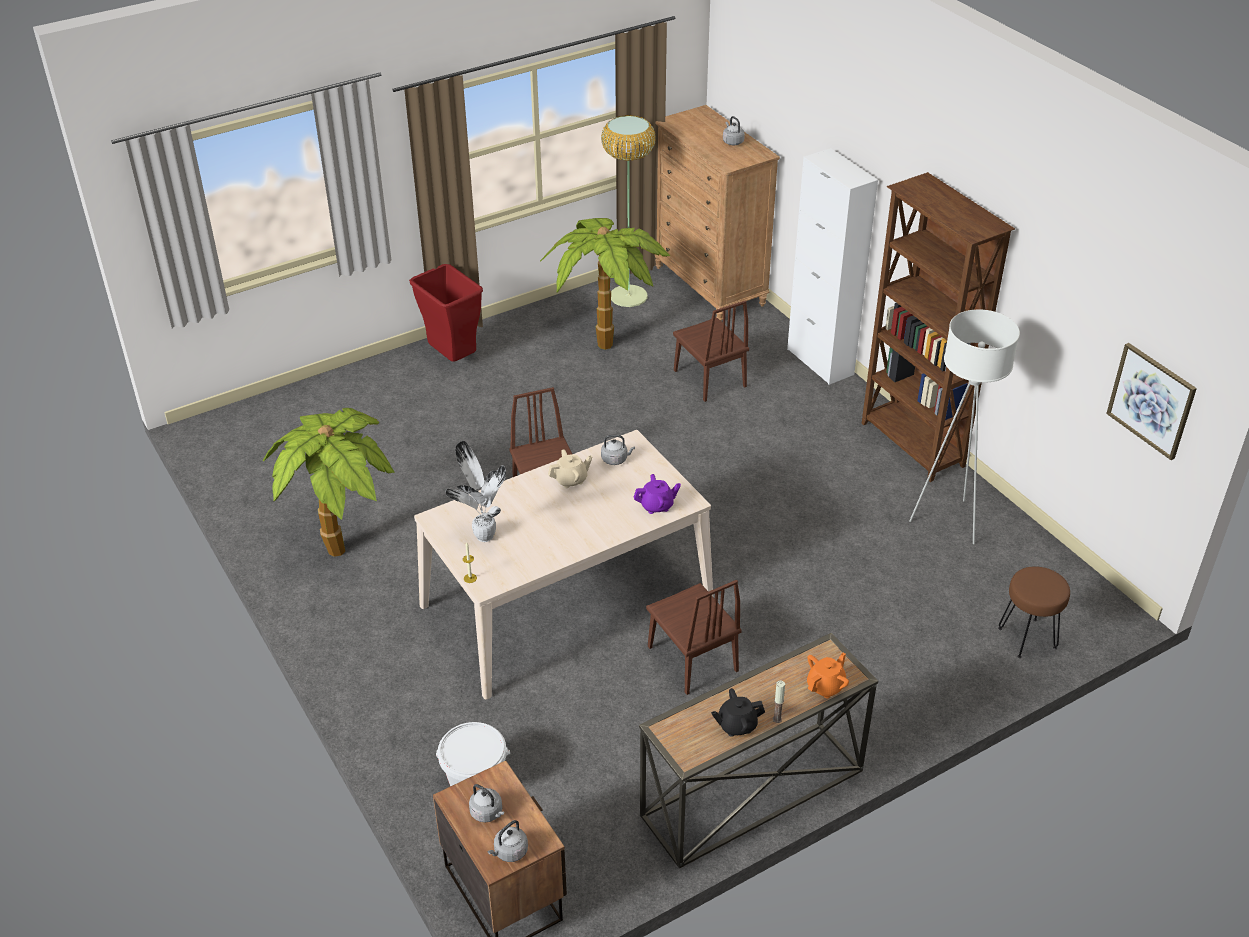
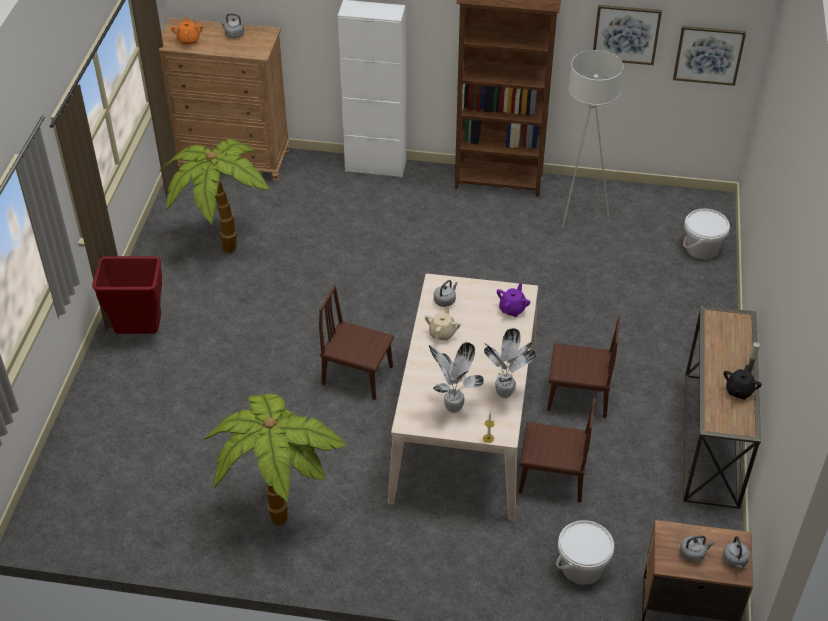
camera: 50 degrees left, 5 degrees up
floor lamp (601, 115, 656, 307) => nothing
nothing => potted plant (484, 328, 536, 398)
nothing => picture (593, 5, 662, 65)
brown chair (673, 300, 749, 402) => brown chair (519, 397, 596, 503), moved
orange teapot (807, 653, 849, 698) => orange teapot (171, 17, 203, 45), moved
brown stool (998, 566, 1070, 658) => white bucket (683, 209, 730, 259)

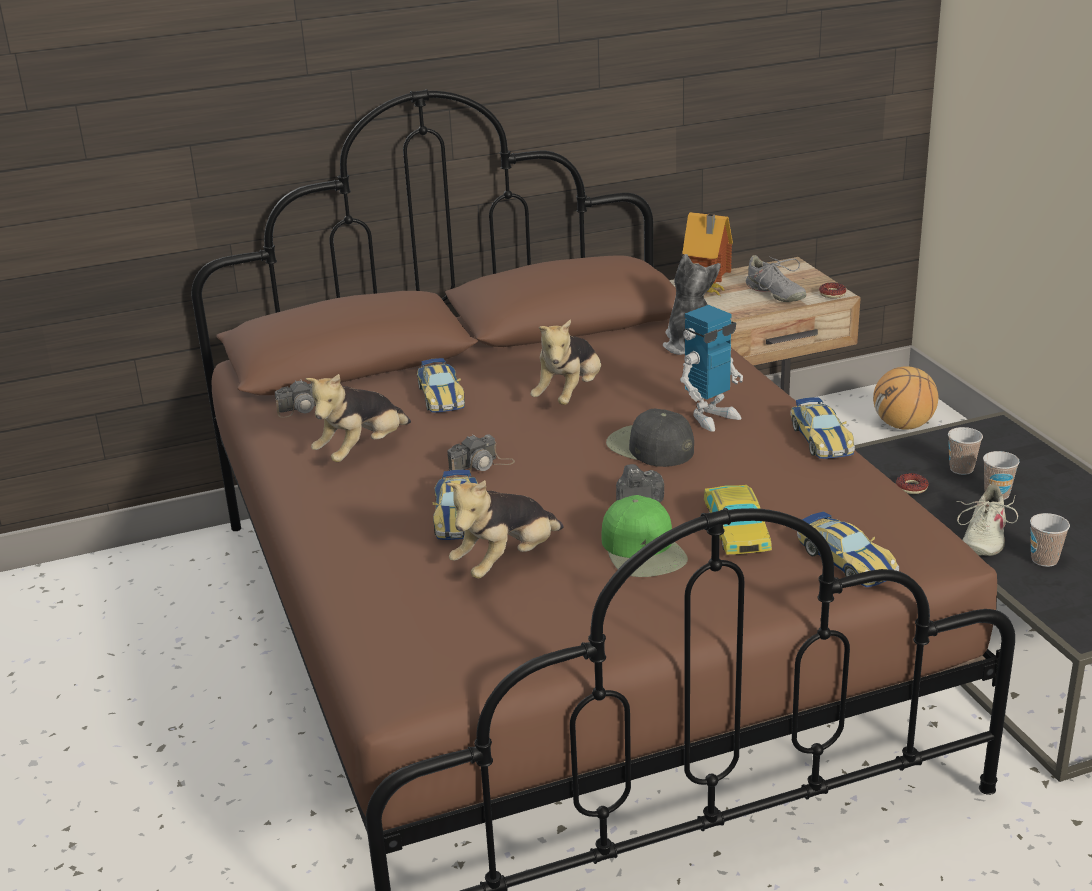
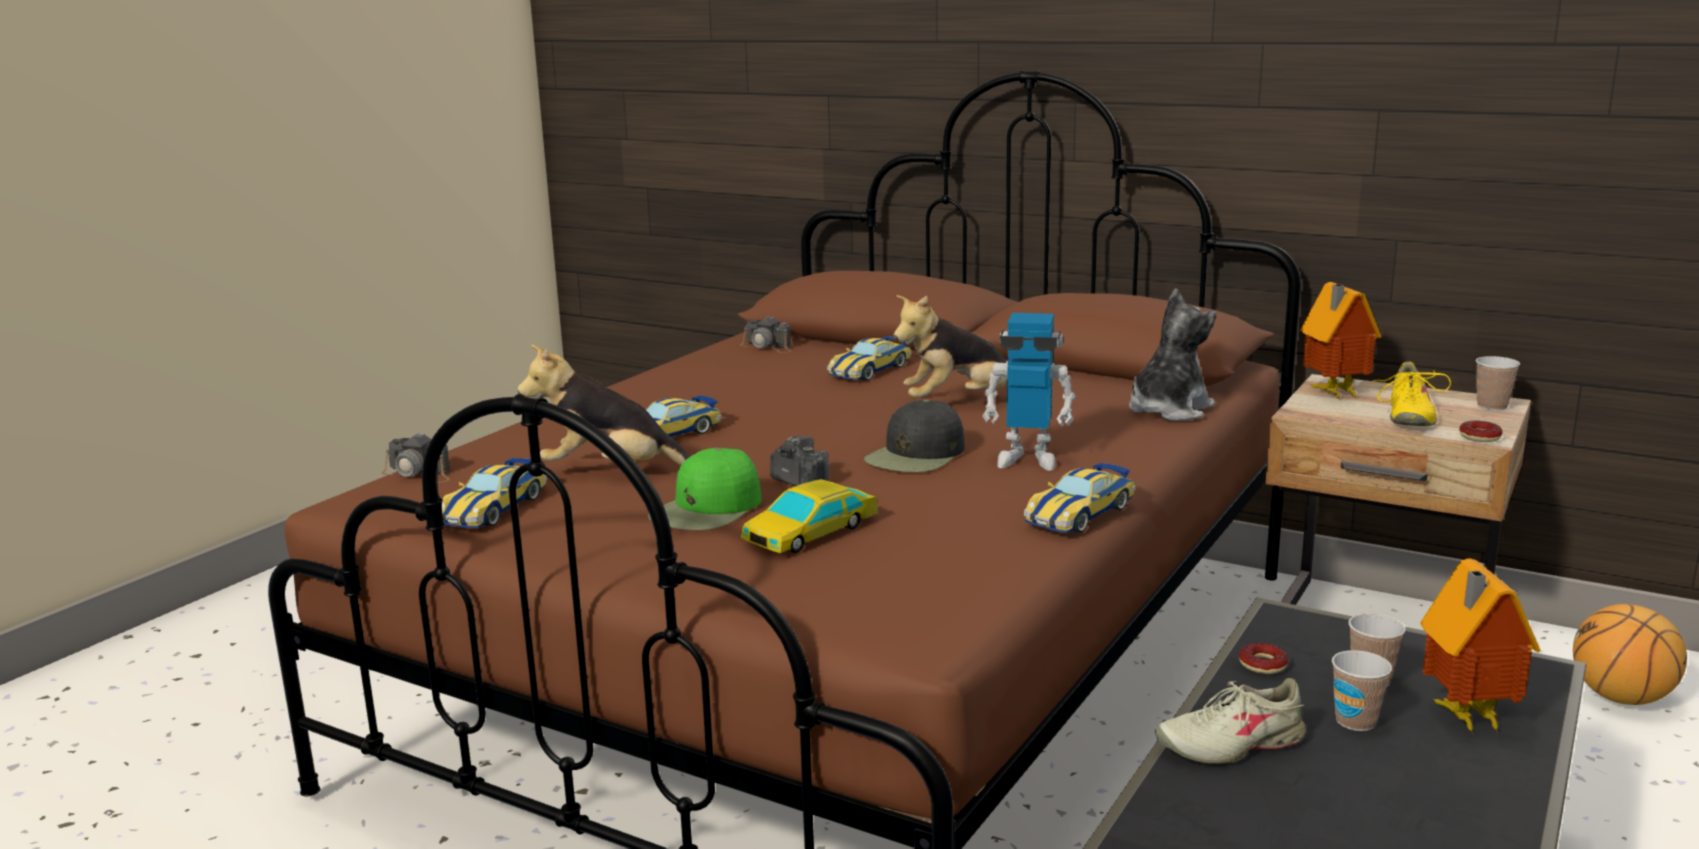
camera: 50 degrees right, 10 degrees down
plush toy (305, 374, 411, 462) => nothing
nothing => toy house (1420, 558, 1541, 735)
photo camera (447, 434, 515, 477) => photo camera (382, 433, 451, 483), moved
toy car (797, 512, 899, 587) => toy car (442, 458, 547, 528), moved
cup (1030, 513, 1070, 567) => cup (1476, 356, 1520, 411), moved
grey shoe (745, 255, 807, 302) => yellow shoe (1370, 362, 1451, 426)
black cap (606, 408, 694, 467) => black cap (864, 400, 964, 472), 150 degrees counterclockwise

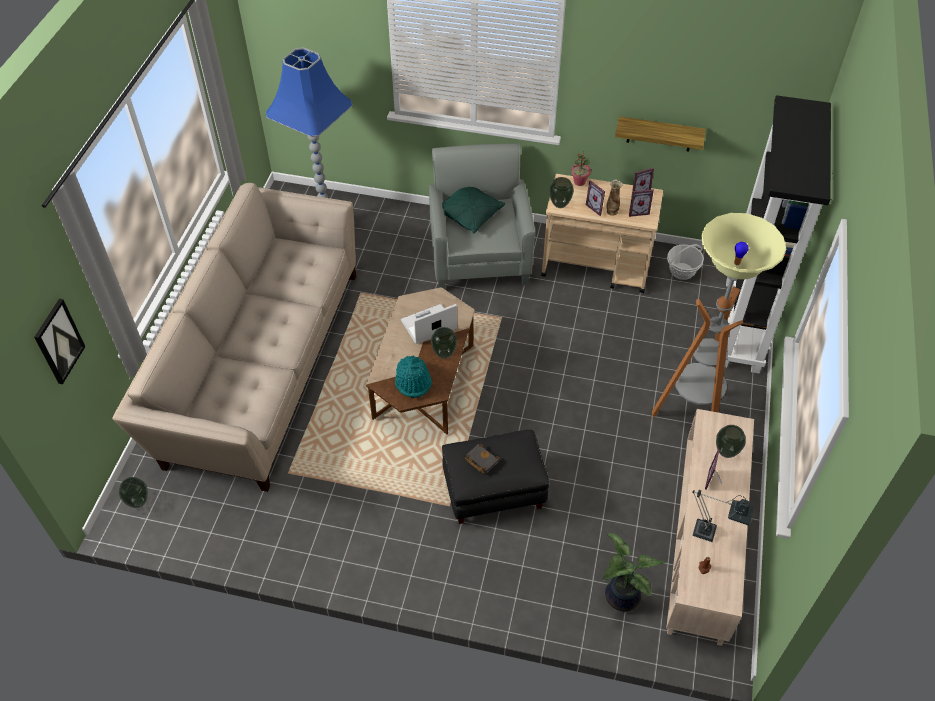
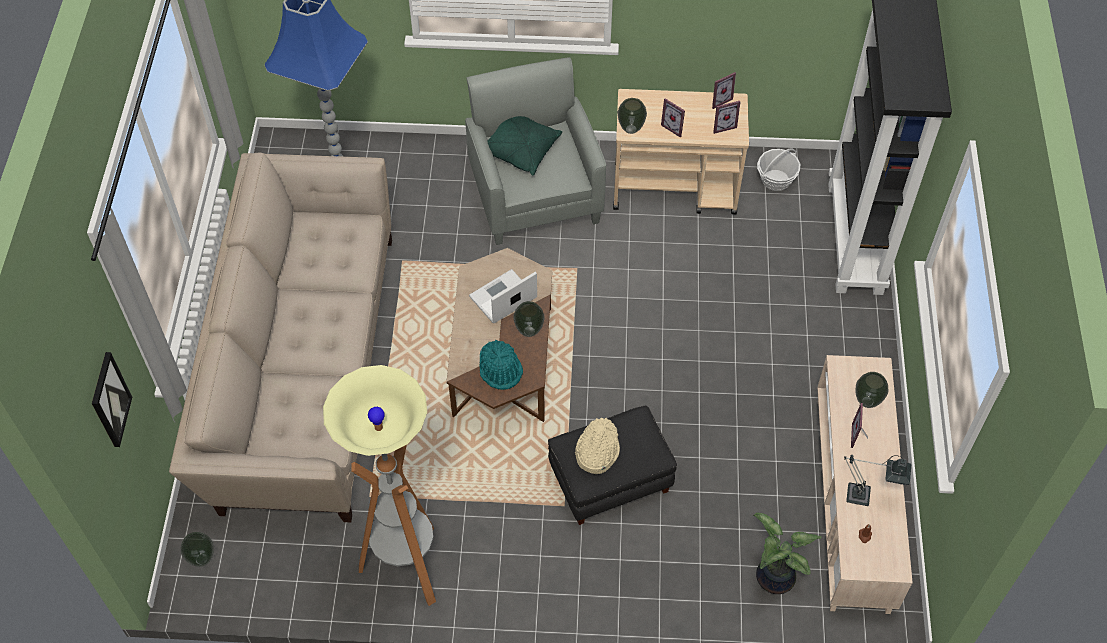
camera: 10 degrees left, 5 degrees up
potted plant (571, 150, 591, 186) => nothing
vase (606, 180, 623, 216) => nothing
shelf (615, 116, 706, 152) => nothing
floor lamp (652, 213, 786, 417) => floor lamp (323, 365, 436, 606), moved
black book (465, 444, 500, 474) => beige hat (575, 418, 620, 474)

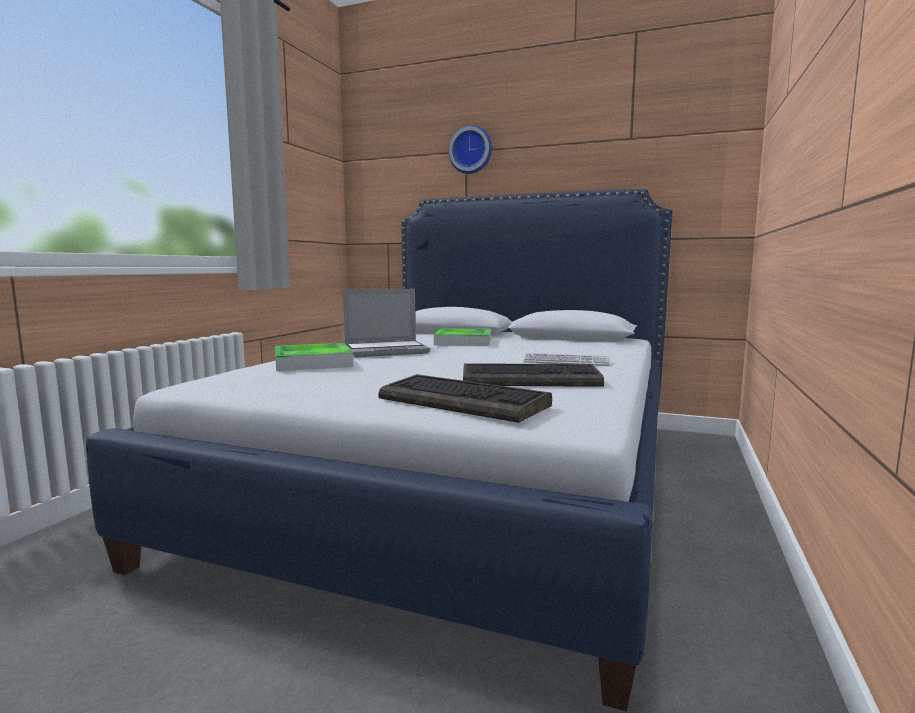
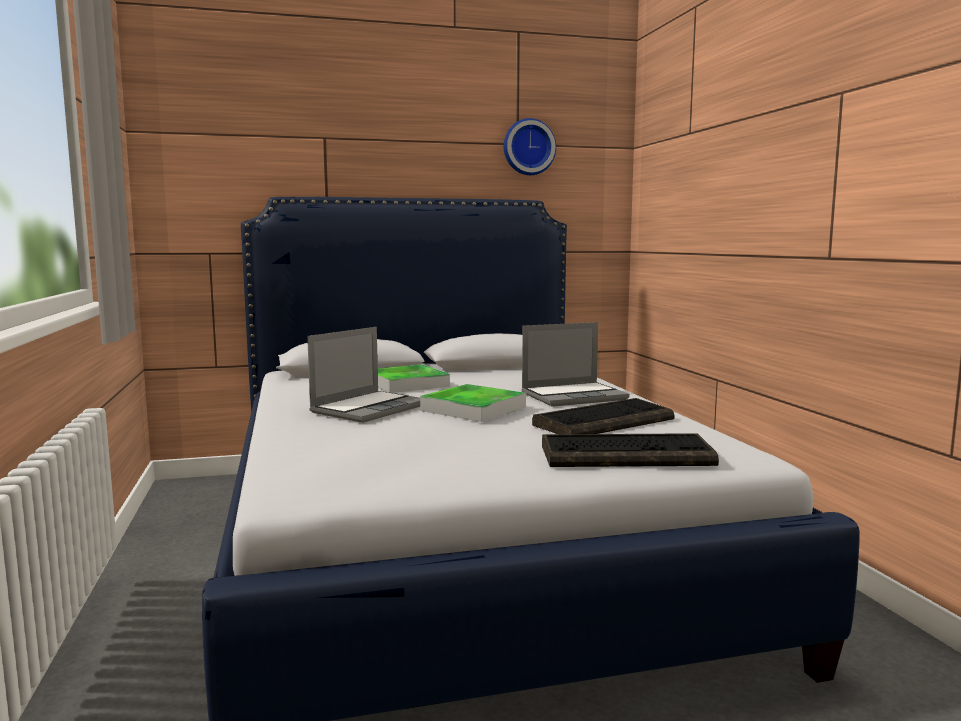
camera: 35 degrees left, 0 degrees up
tray (275, 343, 353, 371) => tray (420, 384, 526, 422), moved
wall clock (448, 125, 492, 174) => wall clock (504, 118, 556, 175), moved
keyboard (523, 353, 610, 366) => laptop (521, 322, 630, 407)

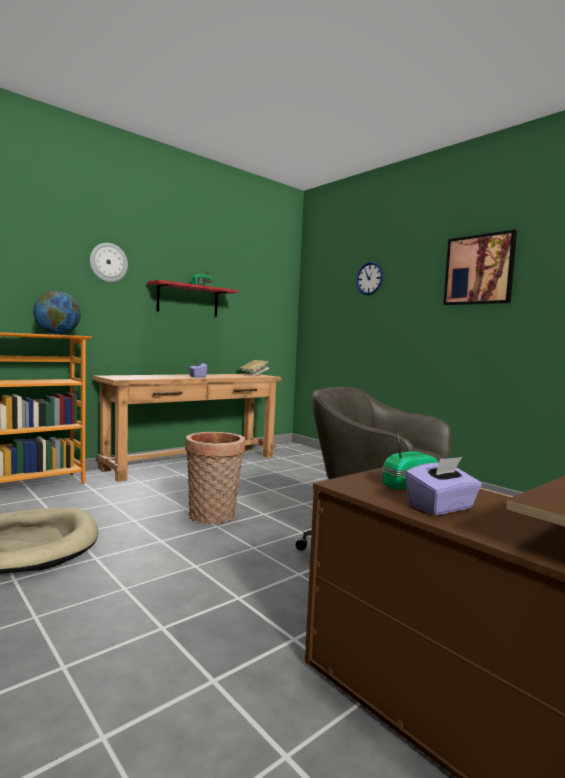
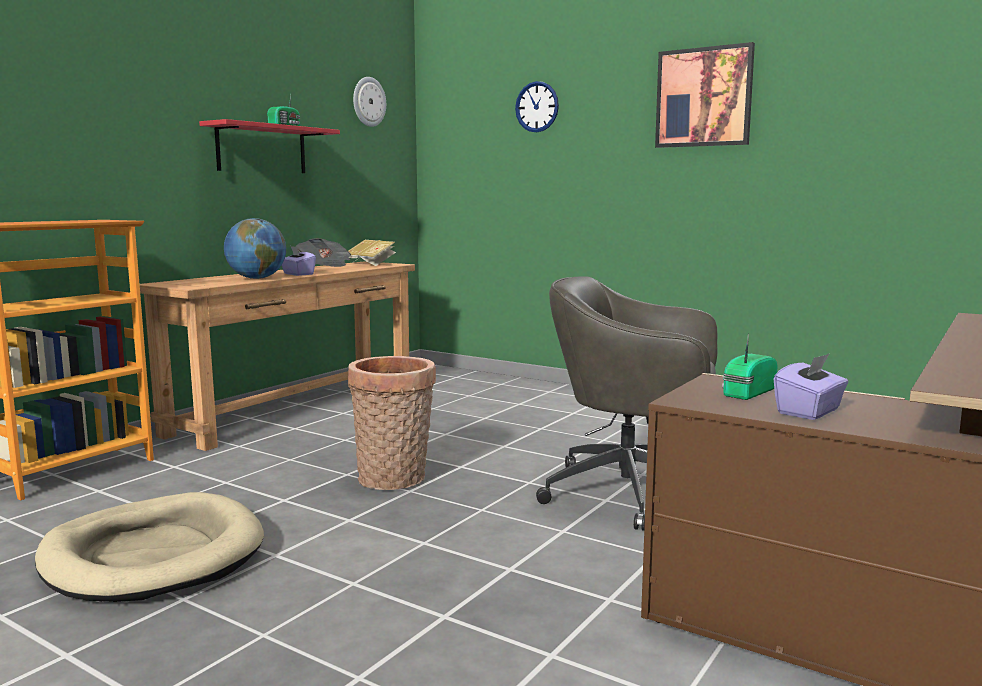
camera: 15 degrees left, 5 degrees up
nothing => newspaper (295, 238, 351, 267)
globe (33, 291, 81, 335) => globe (224, 218, 286, 279), moved
wall clock (90, 243, 128, 282) => wall clock (353, 77, 386, 127), moved

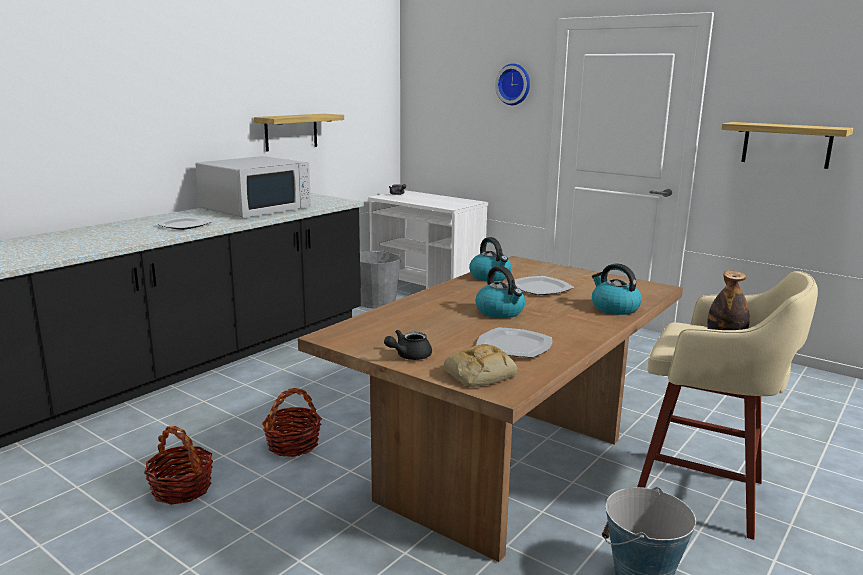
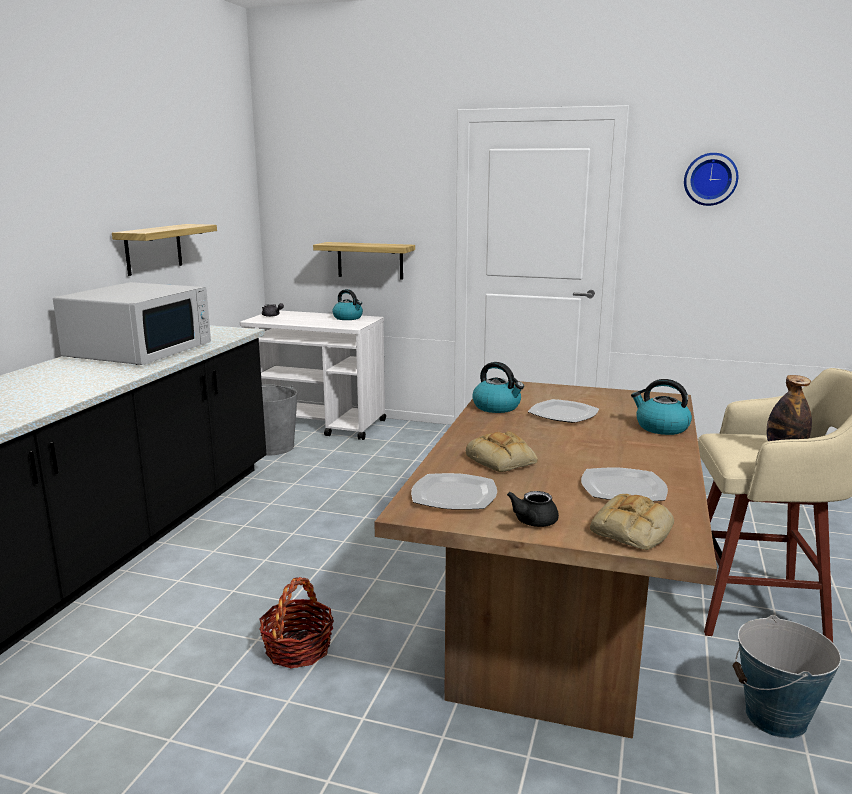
camera: 20 degrees left, 0 degrees up
basket (144, 426, 213, 505) => nothing
nothing => bread (466, 431, 538, 472)
plate (156, 217, 212, 230) => plate (411, 473, 497, 510), moved
kettle (476, 266, 525, 318) => kettle (332, 289, 363, 320), moved
wall clock (495, 64, 530, 105) => wall clock (684, 153, 738, 206), moved
shelf (721, 122, 853, 169) => shelf (313, 242, 415, 280), moved

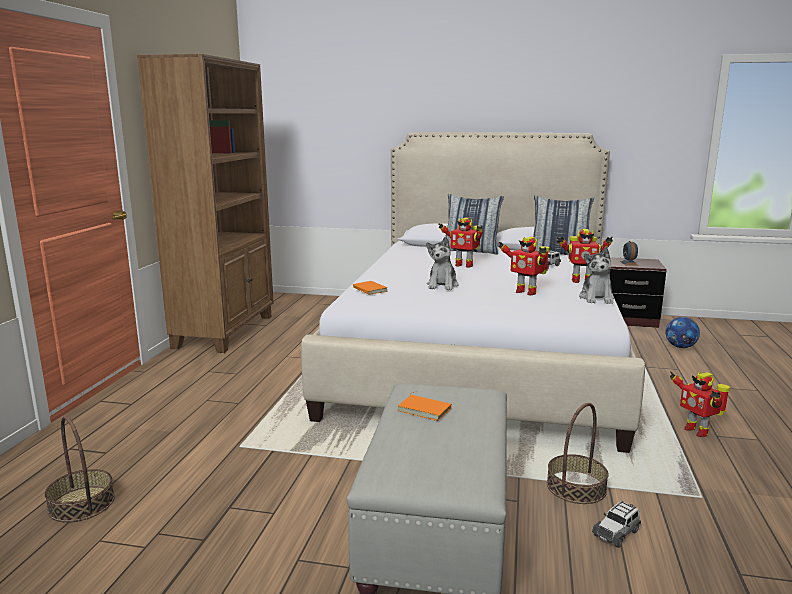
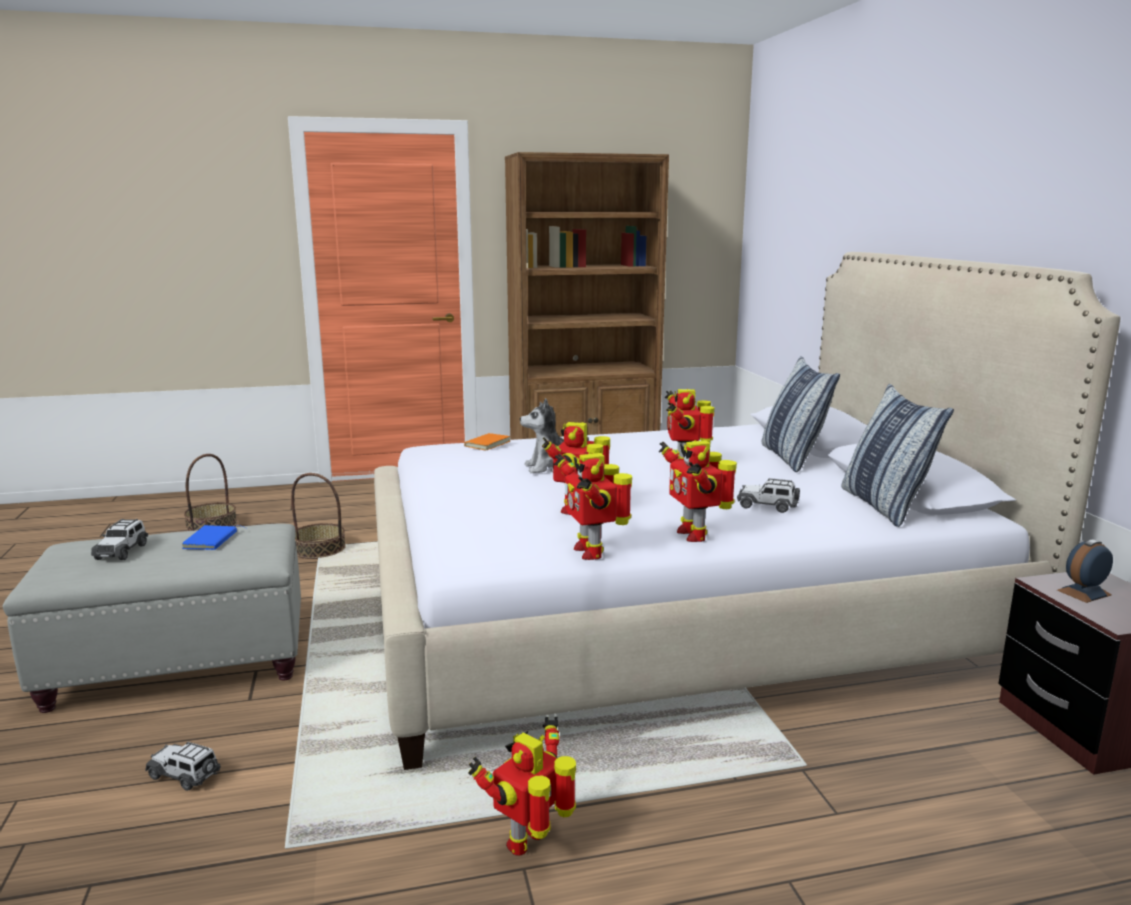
camera: 65 degrees right, 0 degrees up
football (666, 317, 700, 348) => nothing
nothing => toy car (91, 519, 148, 560)
basket (547, 403, 609, 504) => basket (291, 473, 346, 559), moved
plush toy (579, 247, 614, 304) => toy robot (554, 452, 632, 560)
orange book (397, 392, 452, 421) => blue book (182, 525, 246, 550)

